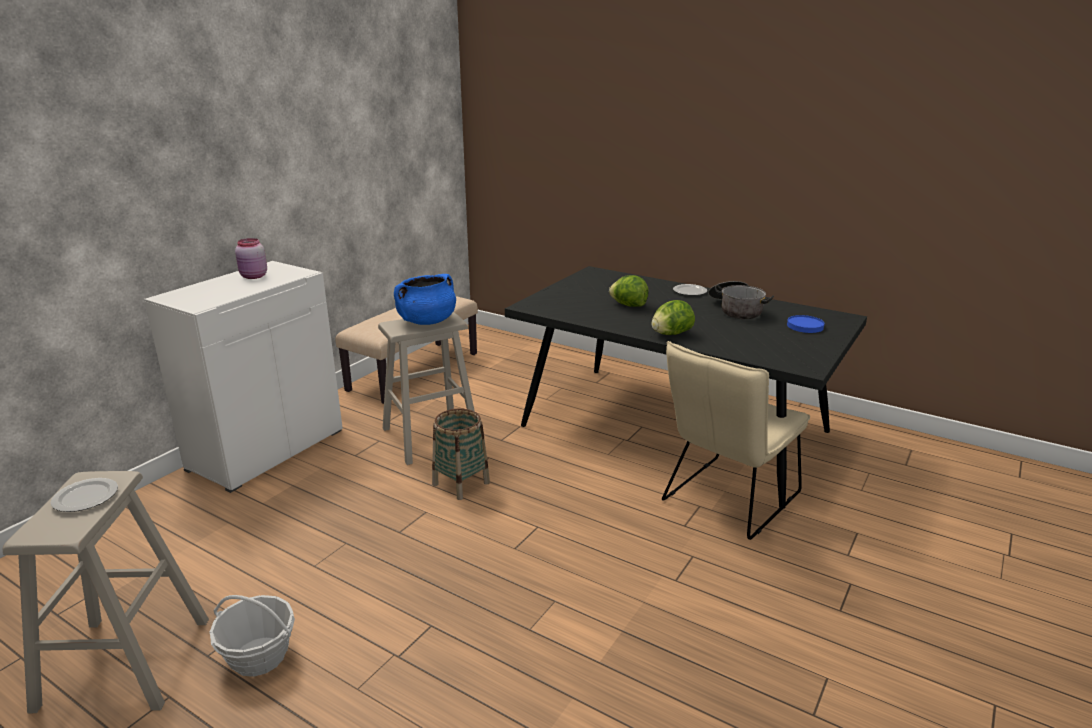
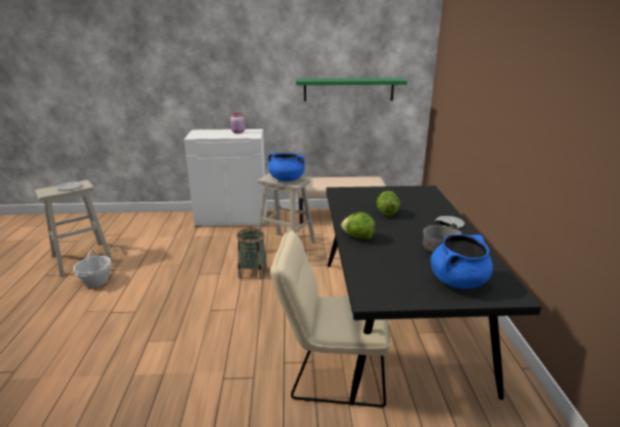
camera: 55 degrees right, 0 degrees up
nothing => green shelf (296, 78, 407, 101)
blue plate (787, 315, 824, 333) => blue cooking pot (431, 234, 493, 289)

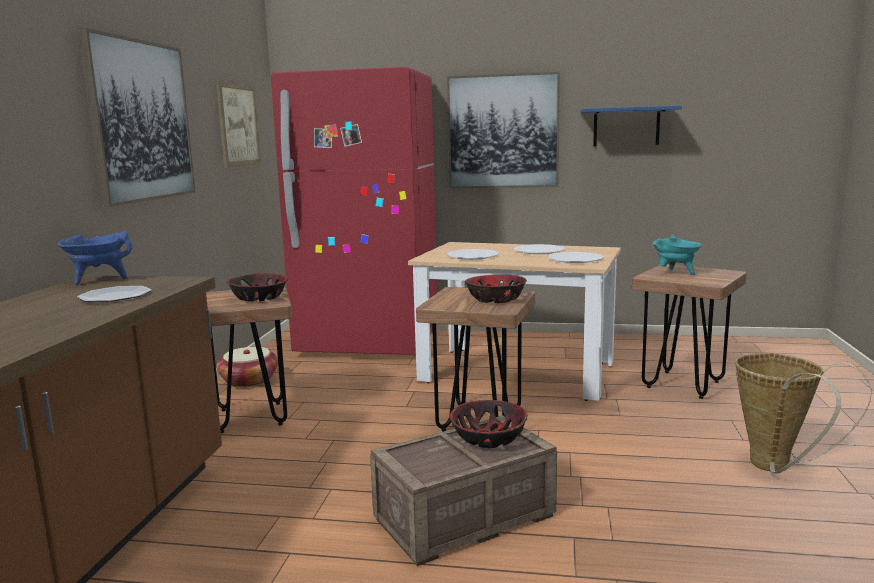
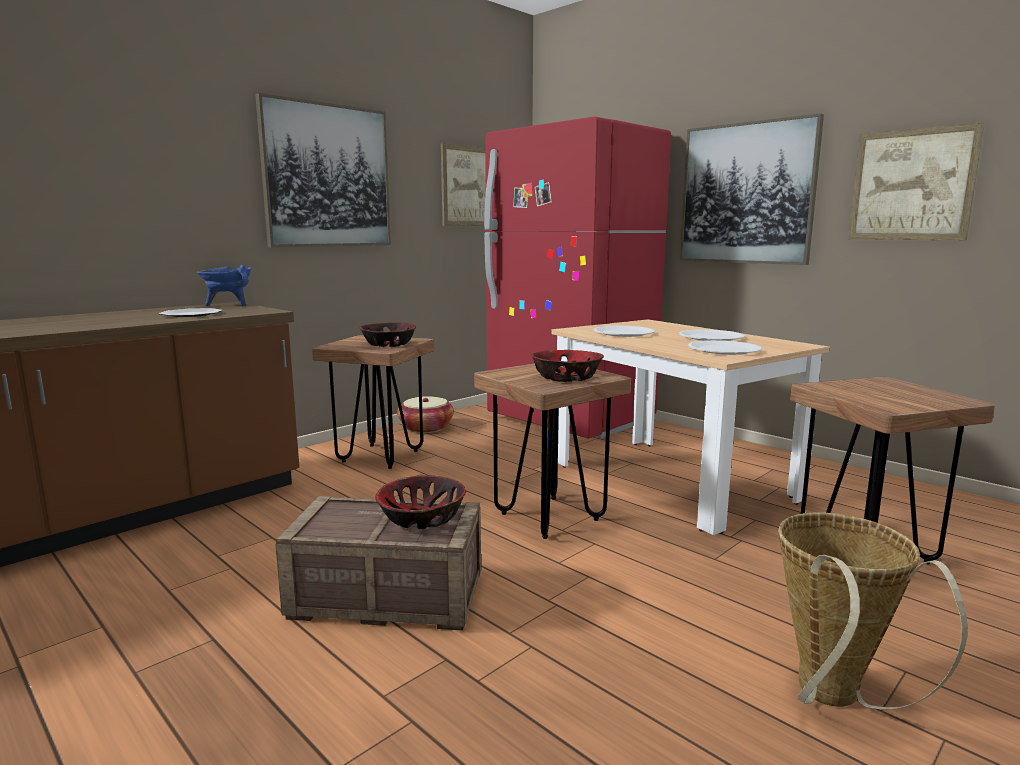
camera: 35 degrees right, 0 degrees up
turquoise cooking pot (652, 234, 702, 275) => nothing
blue shelf (581, 106, 682, 146) => picture (848, 122, 985, 240)

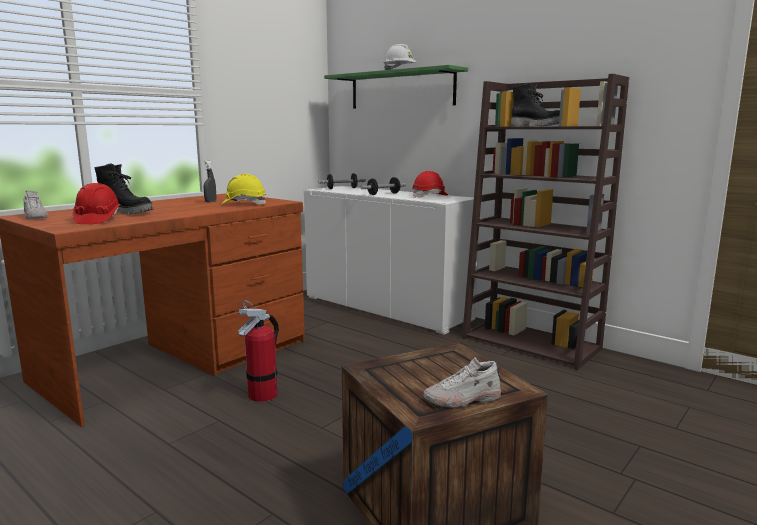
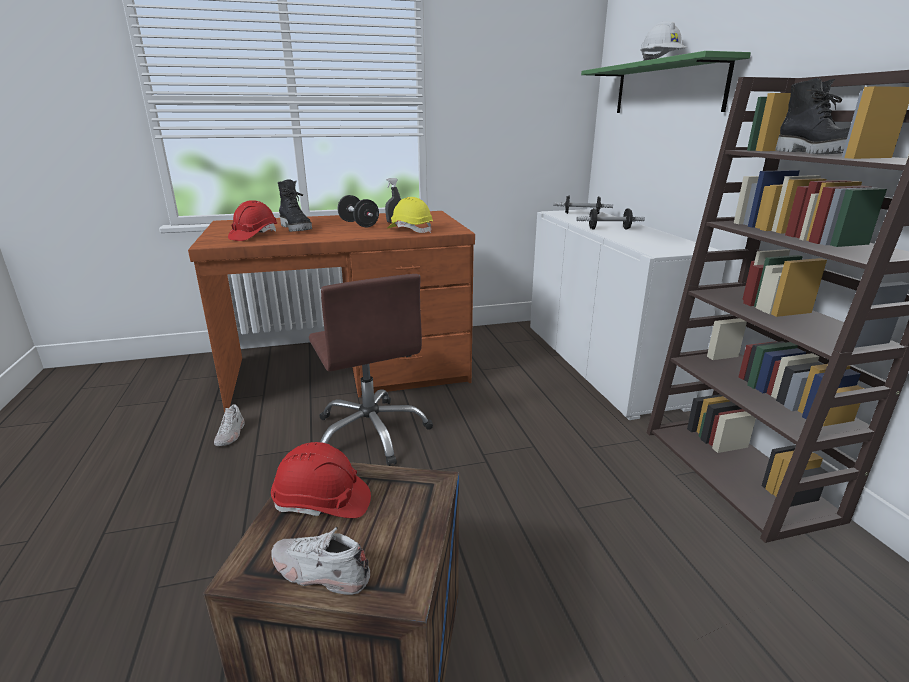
camera: 35 degrees right, 10 degrees up
nothing => black dumbbell (338, 195, 379, 227)
white shoe (23, 190, 48, 219) => white shoe (214, 404, 245, 446), moved
red hard hat (412, 171, 448, 198) => red hard hat (271, 442, 371, 518), moved
fire extinguisher (238, 301, 279, 402) => brown office chair (309, 274, 433, 466)

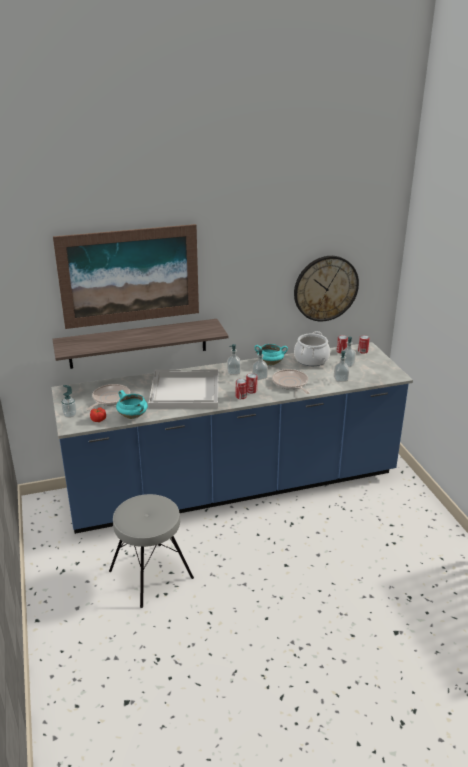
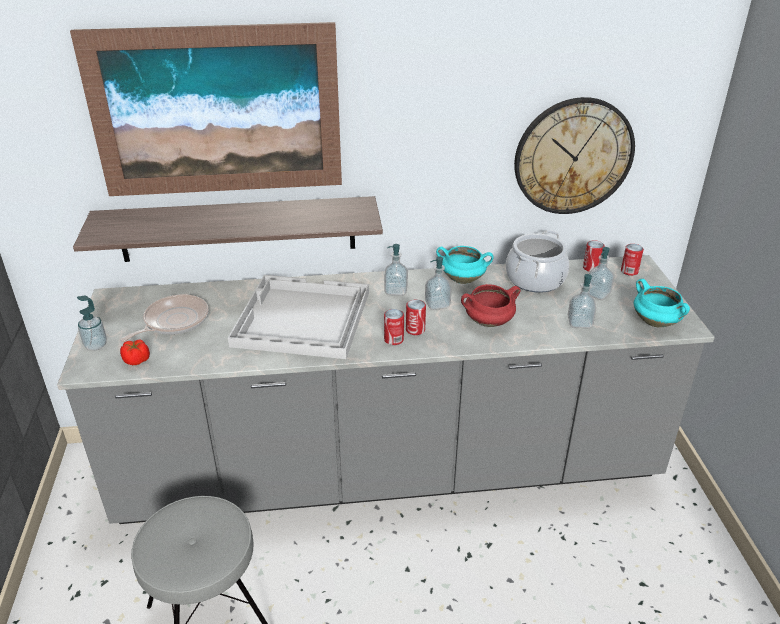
camera: 10 degrees right, 5 degrees up
turquoise cooking pot (116, 390, 148, 419) => turquoise cooking pot (634, 279, 690, 327), moved
frying pan (272, 369, 310, 394) => red cooking pot (461, 284, 521, 327)
blue counter (52, 342, 413, 534) => grey counter (57, 255, 715, 524)

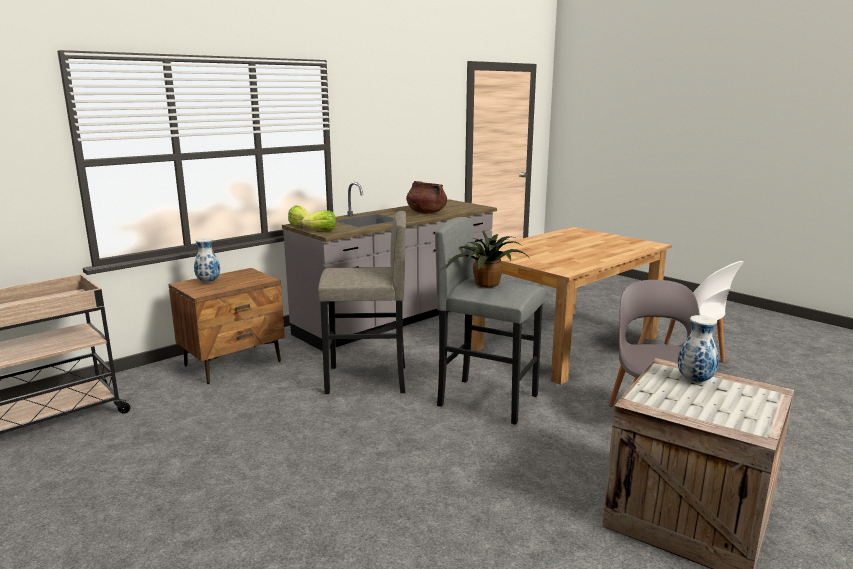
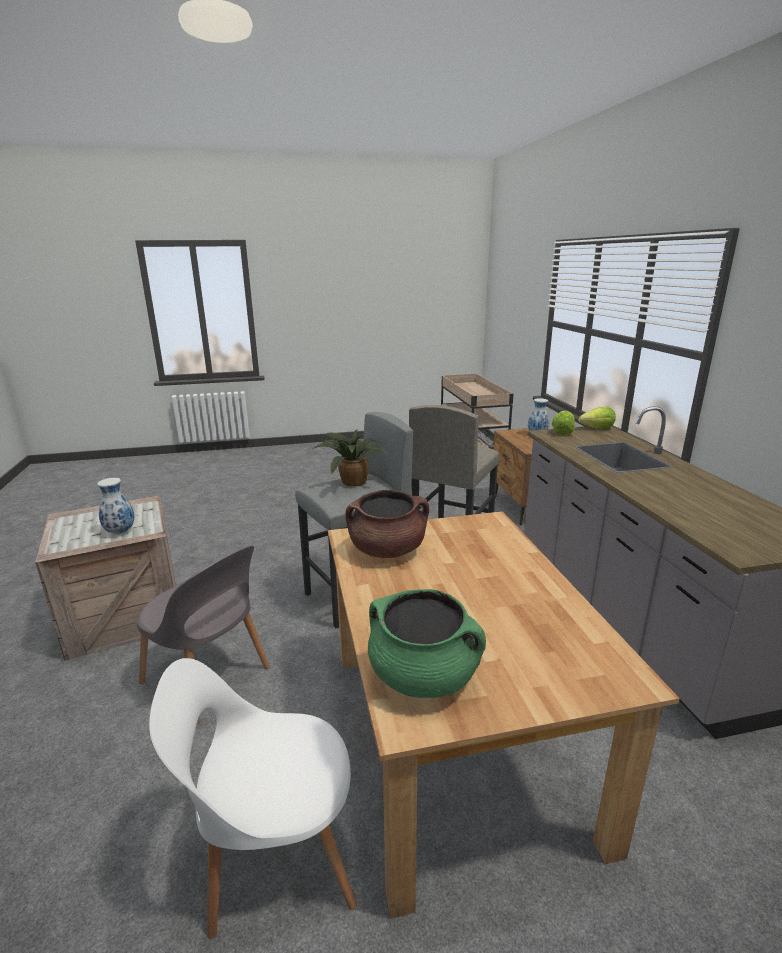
camera: 120 degrees right, 5 degrees up
nothing => green cooking pot (368, 589, 486, 698)
brown cooking pot (406, 181, 447, 213) => brown cooking pot (345, 490, 429, 558), moved

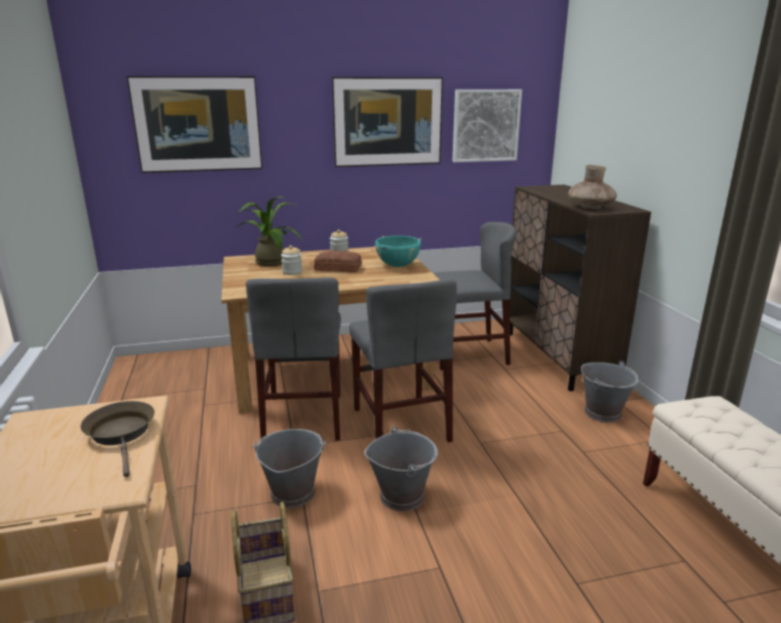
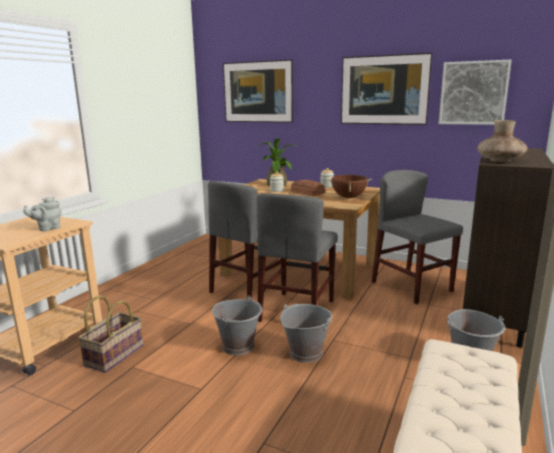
camera: 40 degrees right, 5 degrees down
grey bucket (253, 429, 326, 508) => grey bucket (280, 304, 333, 363), moved
brown frying pan (80, 401, 154, 477) => grey teapot (23, 197, 61, 231)
turquoise cooking pot (374, 236, 421, 267) => brown cooking pot (327, 175, 372, 198)
grey chair (433, 222, 516, 370) => grey chair (372, 170, 463, 304), 150 degrees counterclockwise

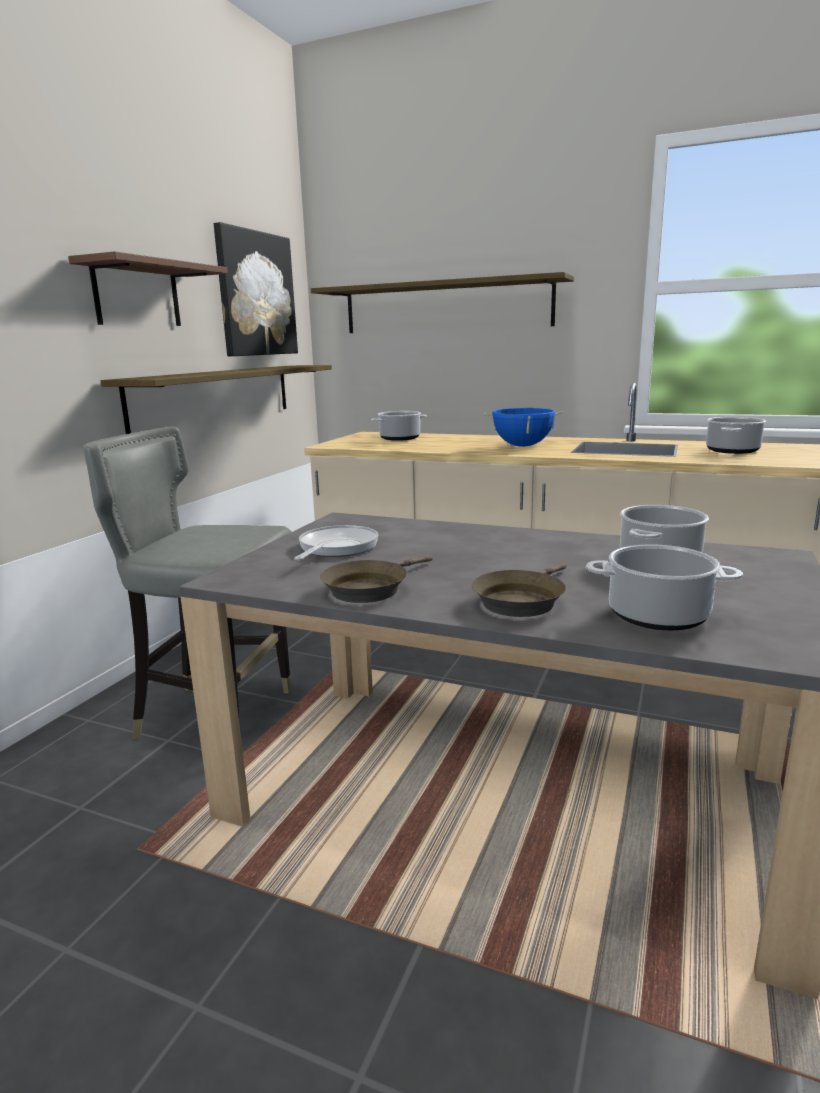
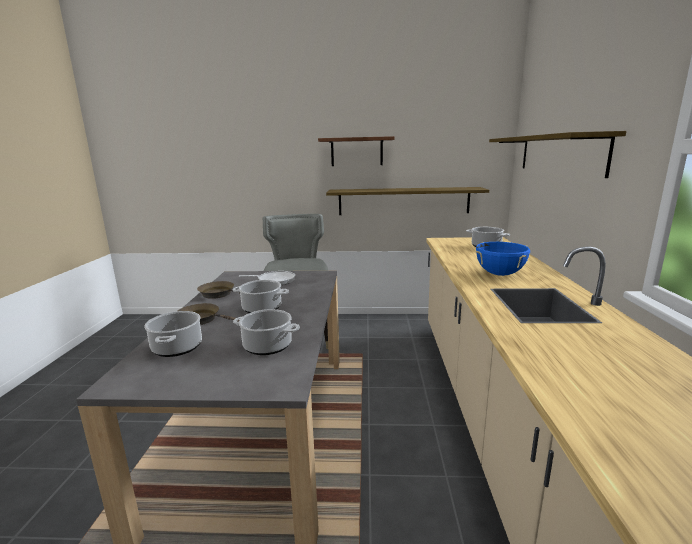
camera: 70 degrees right, 0 degrees up
picture (214, 222, 298, 356) => nothing
cooking pot (706, 417, 766, 454) => cooking pot (232, 280, 289, 313), moved

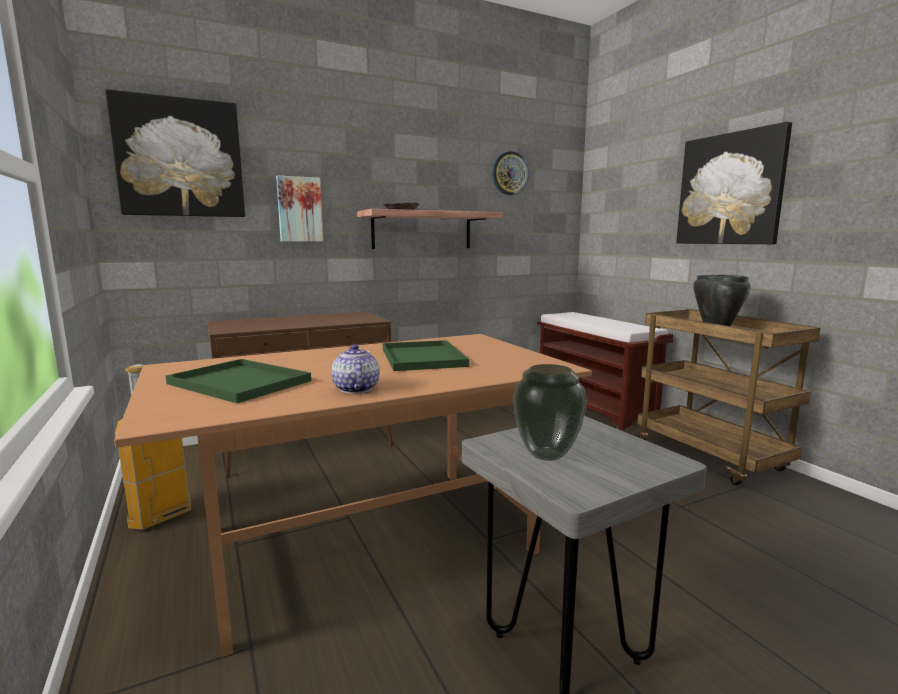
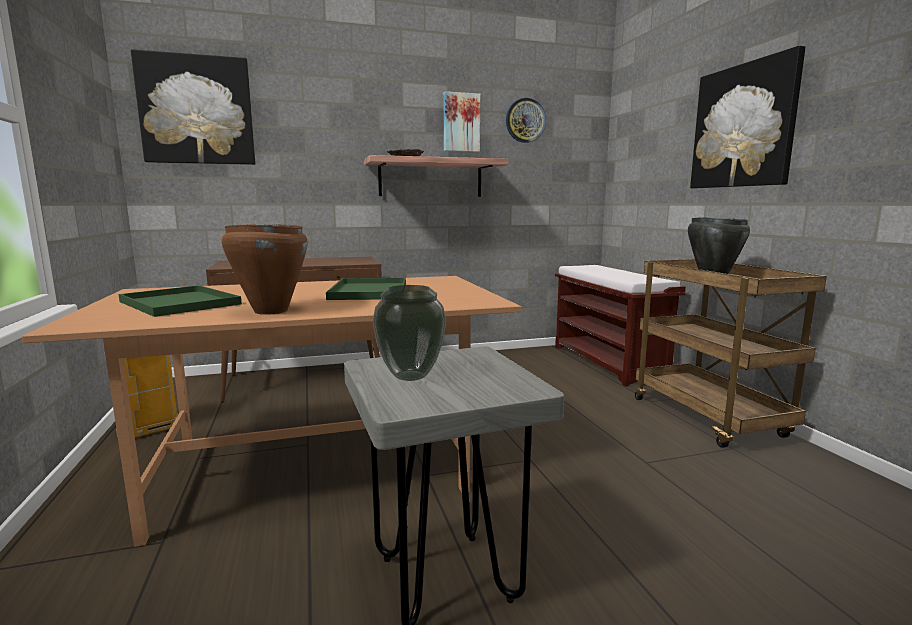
camera: 10 degrees right, 0 degrees up
picture (276, 175, 323, 242) => picture (444, 91, 480, 152), moved
teapot (331, 344, 380, 394) => brown cooking pot (222, 224, 308, 315)

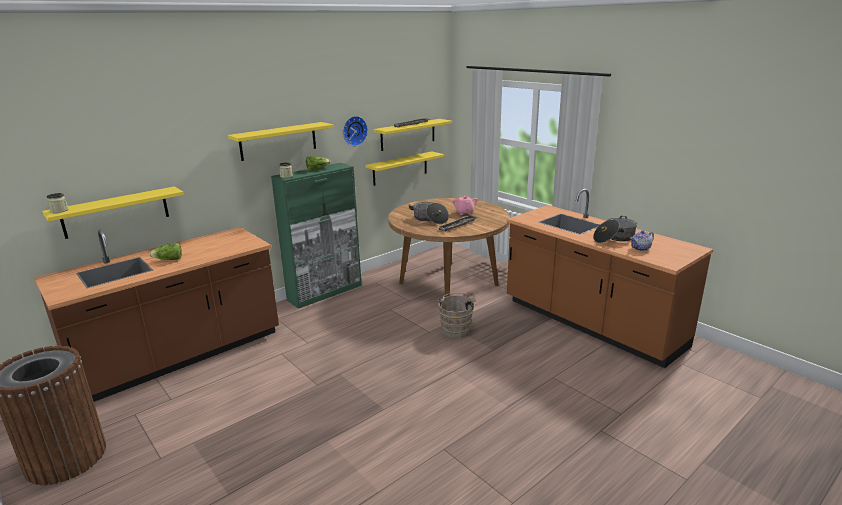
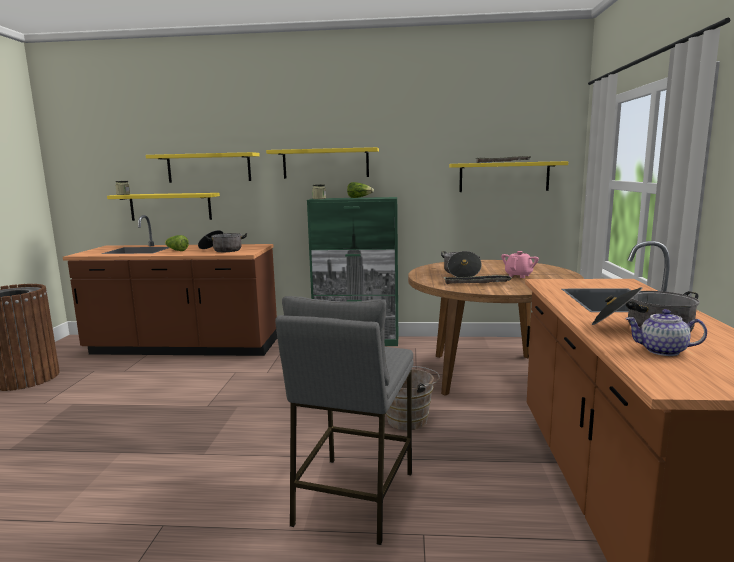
camera: 45 degrees right, 10 degrees down
wall clock (343, 116, 368, 146) => nothing
nothing => cooking pot (198, 230, 247, 252)
nothing => grey stool (275, 296, 414, 545)
yellow shelf (366, 151, 444, 186) => yellow shelf (146, 152, 260, 183), moved

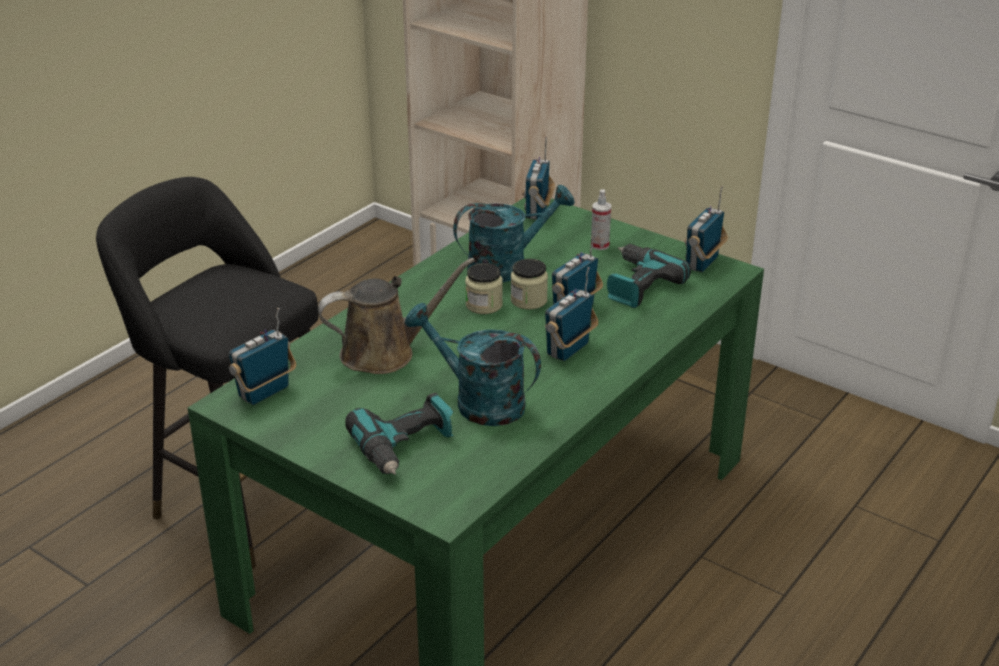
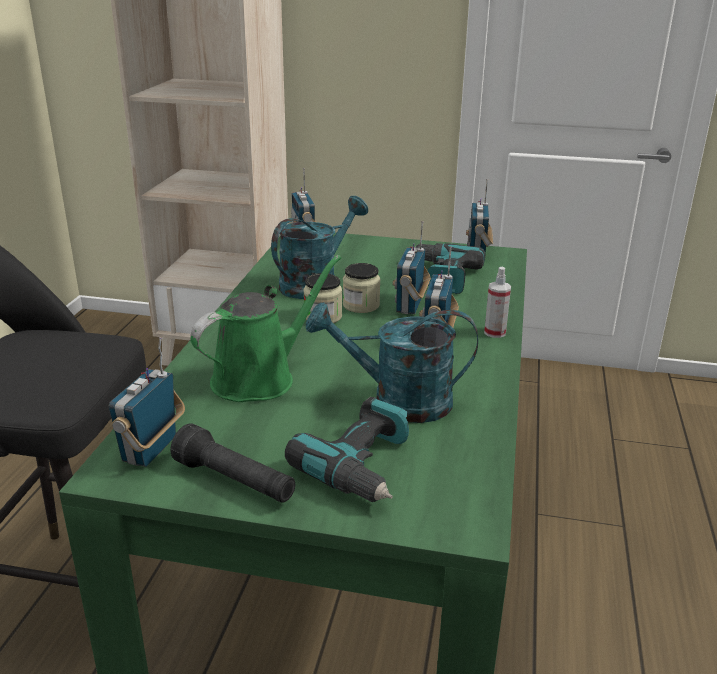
camera: 25 degrees left, 5 degrees down
nothing => black flashlight (171, 424, 295, 503)
spray bottle (591, 189, 611, 250) => spray bottle (484, 267, 511, 338), moved
brown watering can (318, 258, 475, 374) => green watering can (190, 255, 341, 402)

